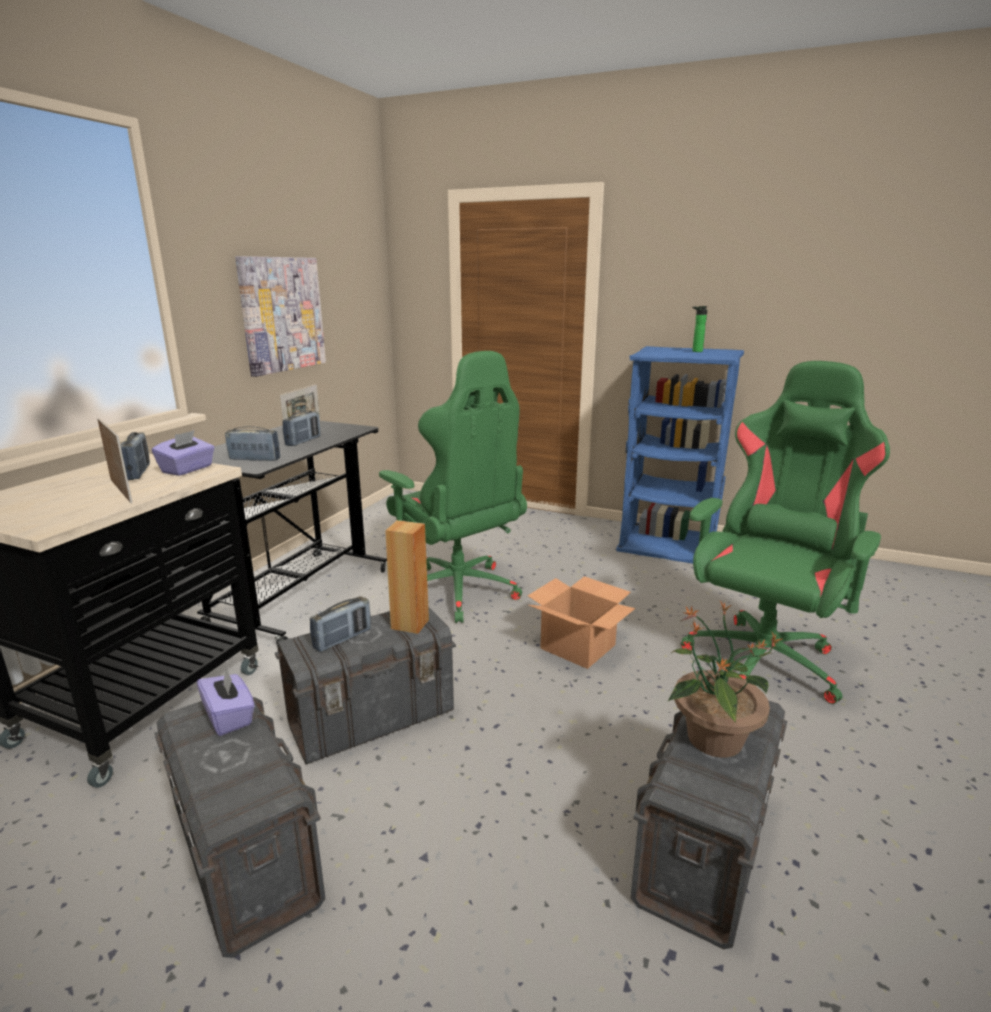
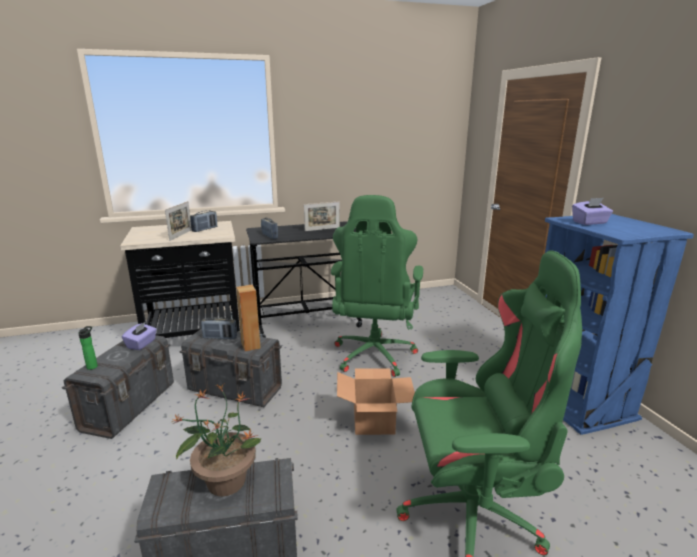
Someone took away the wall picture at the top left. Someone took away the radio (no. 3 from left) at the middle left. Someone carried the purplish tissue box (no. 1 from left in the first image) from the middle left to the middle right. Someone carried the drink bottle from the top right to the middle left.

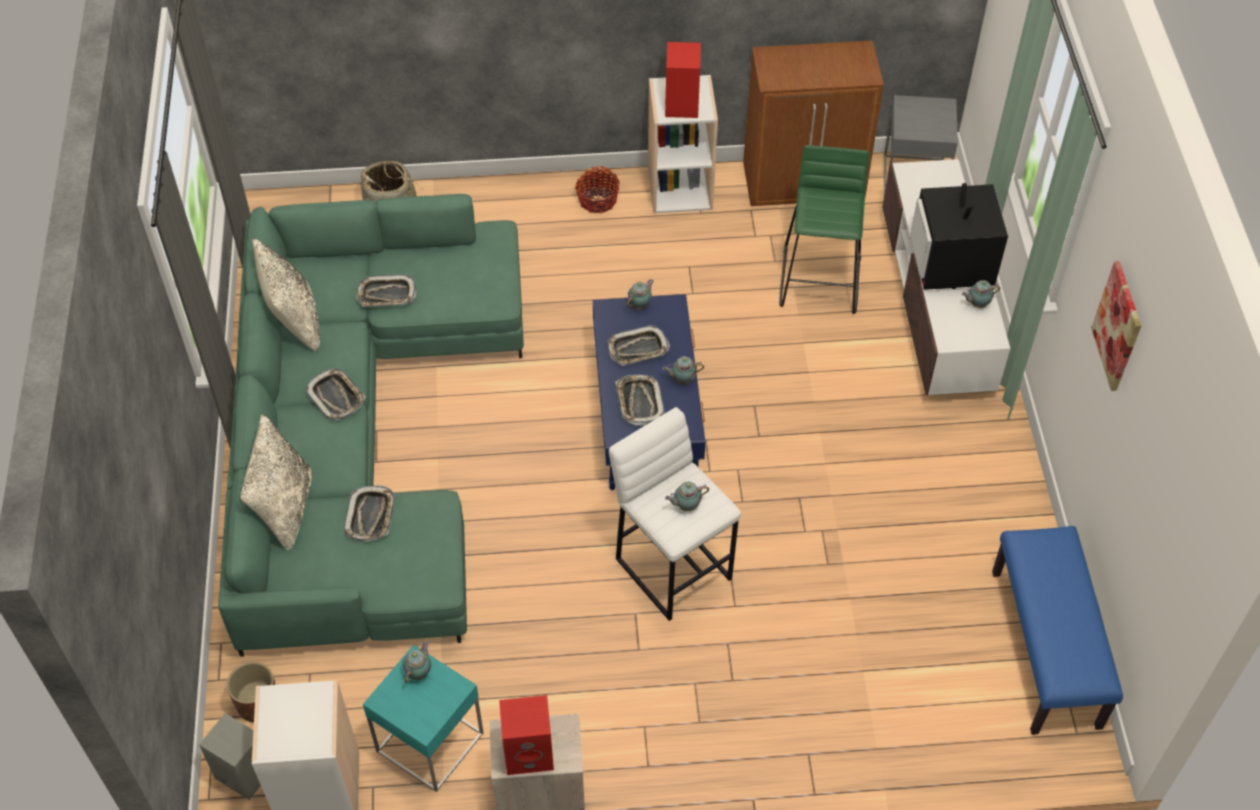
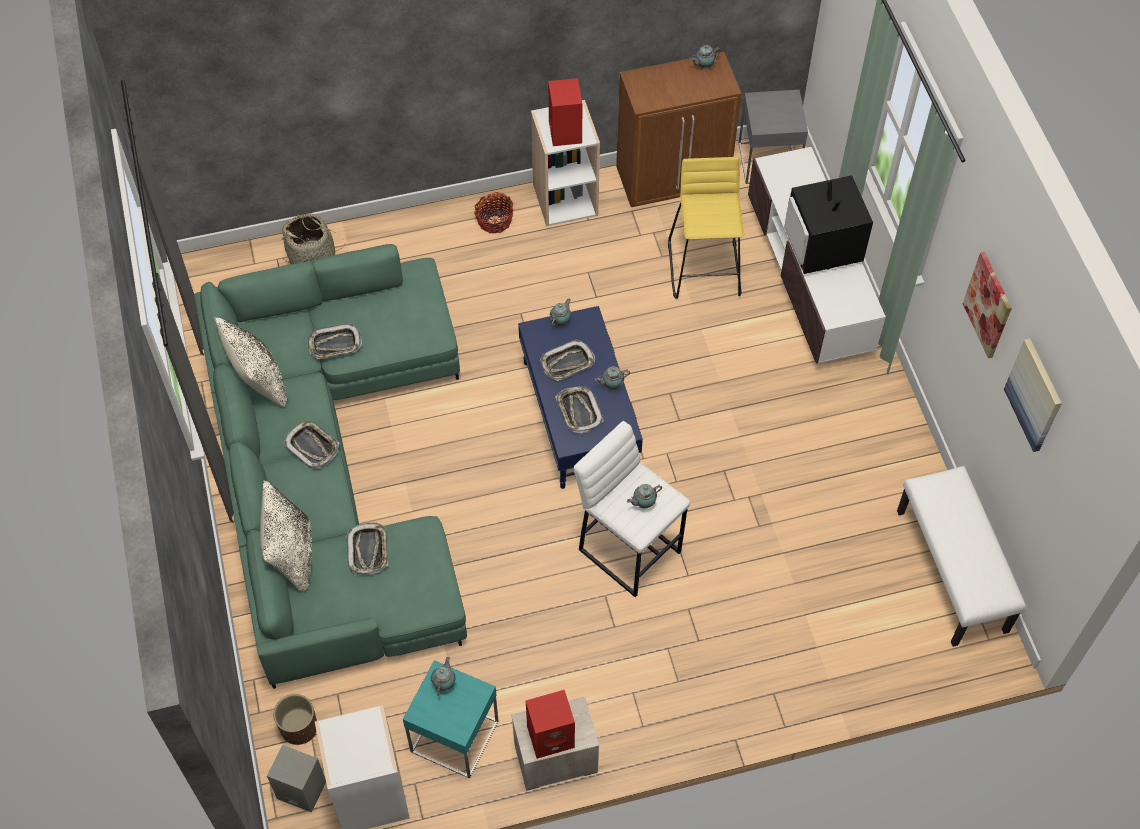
Someone put up the wall picture (no. 2 from left) at the middle right. Someone carried the pot for tea (no. 5 from left) from the middle right to the top centre. Someone repainted the green stool seat at the top centre, which became the yellow stool seat at the top centre. Someone repainted the blue bench at the bottom right, which became the whitish bench at the bottom right.

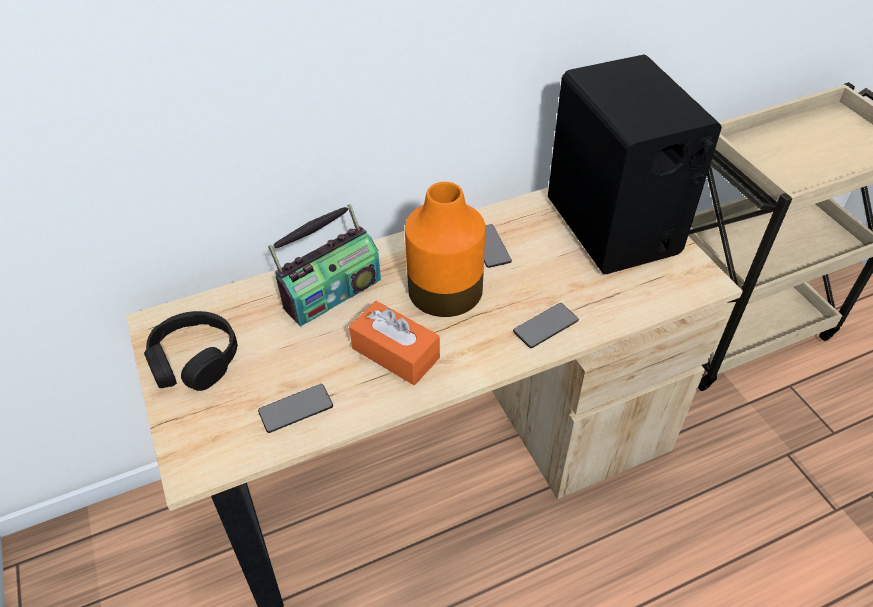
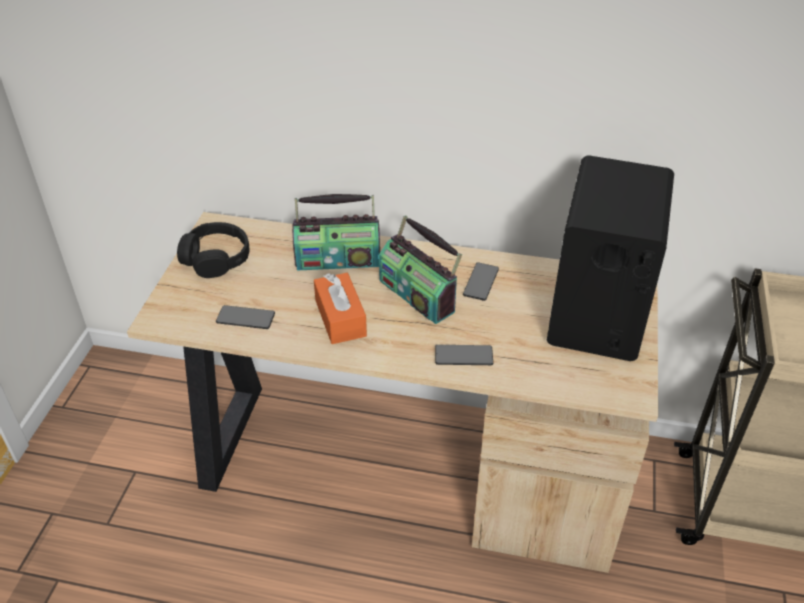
Someone swapped the orange vase at the centre for the radio (no. 2 from left) at the centre.

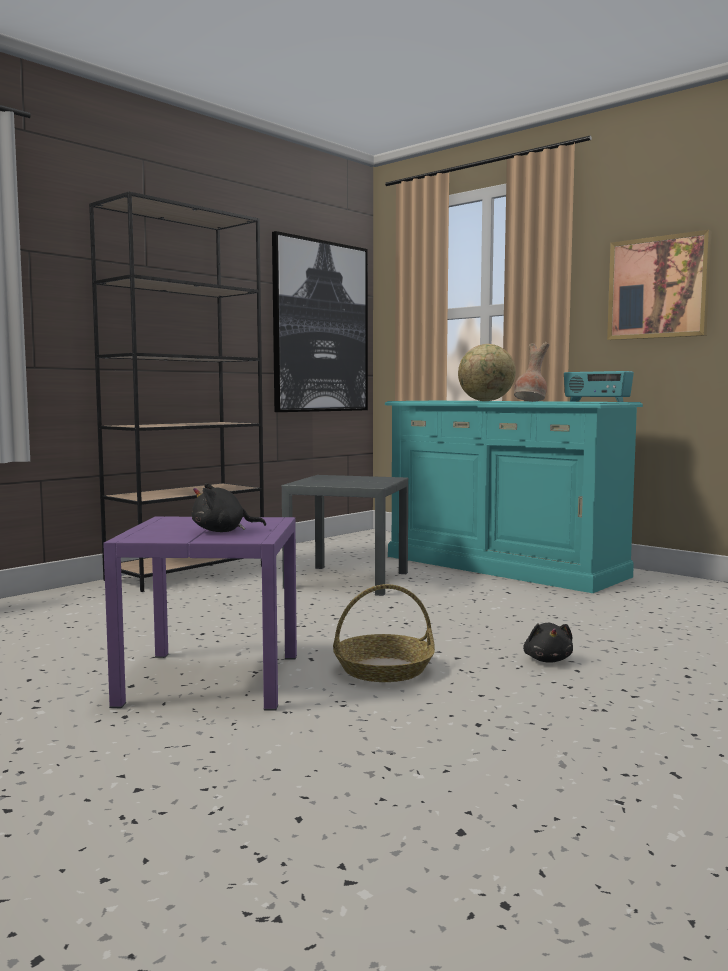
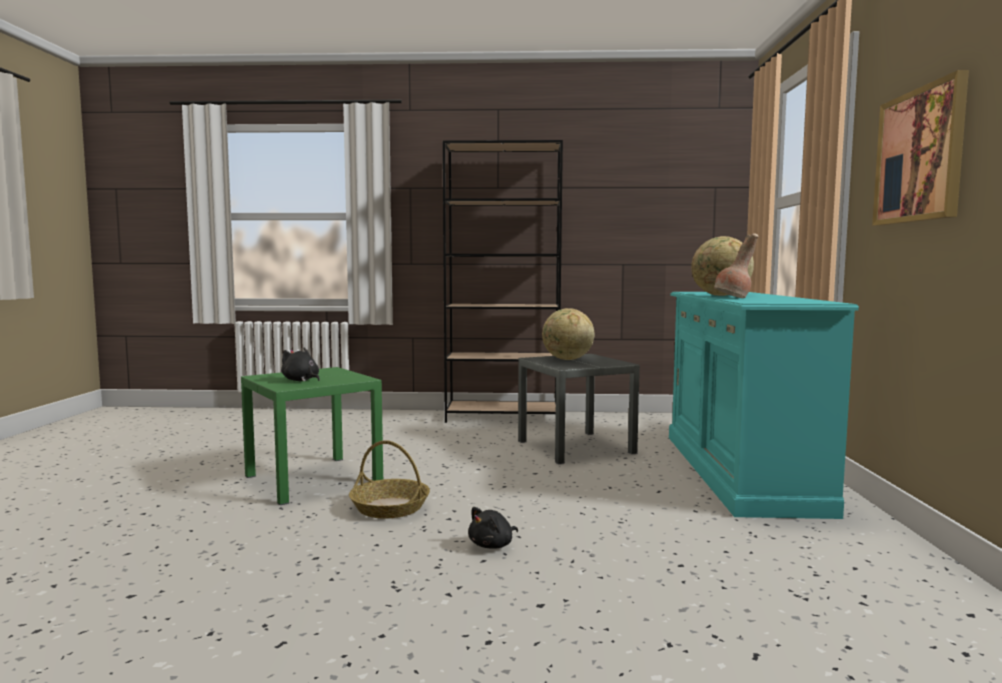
Someone took away the wall picture (no. 1 from left) at the top centre. Someone took away the radio at the middle right. Someone put down the globe (no. 1 from left) at the centre. Someone repainted the purplish end table at the middle left, which became the green end table at the middle left.

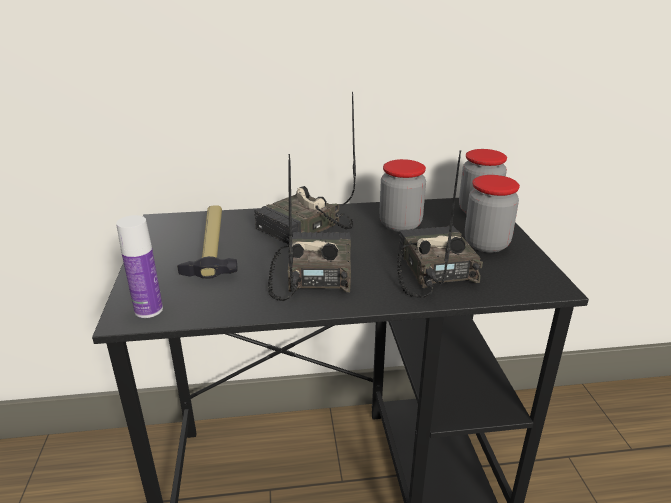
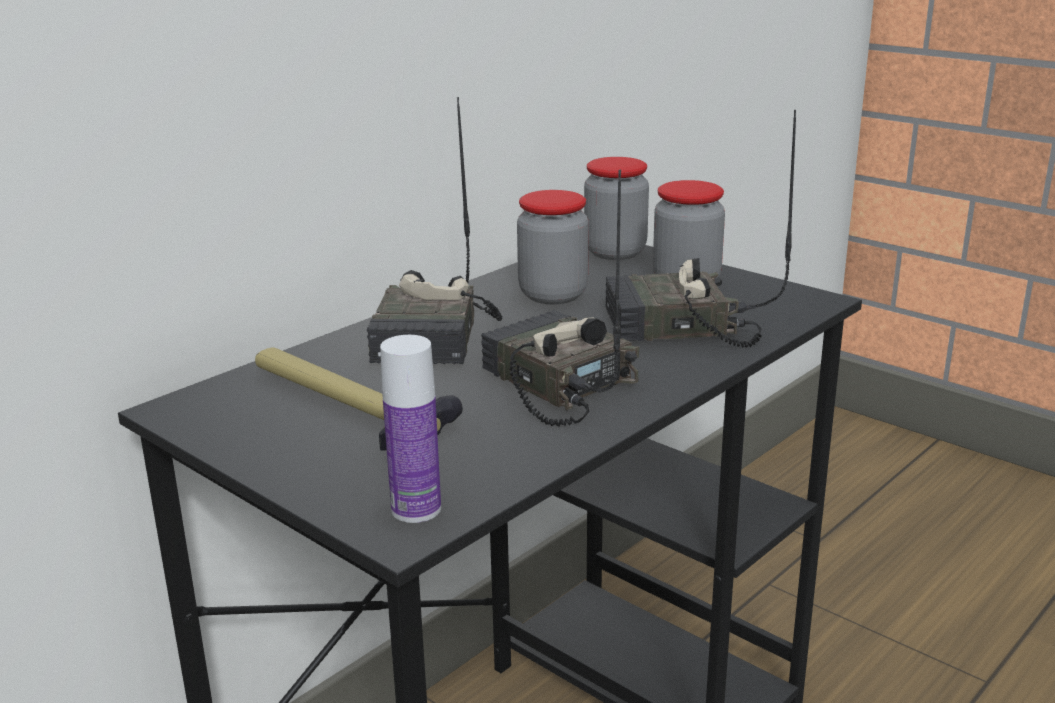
Someone rotated the radio (no. 3 from left) at the centre by 45 degrees counterclockwise.

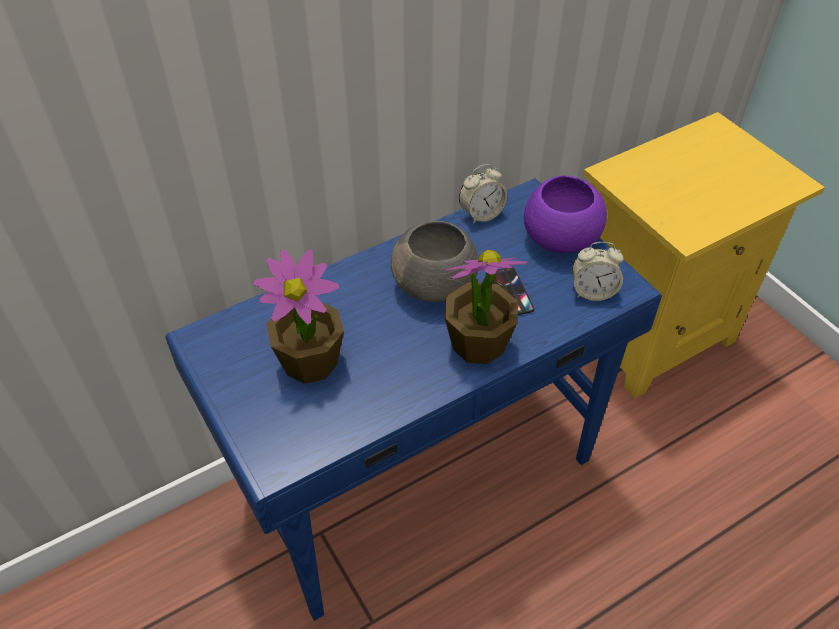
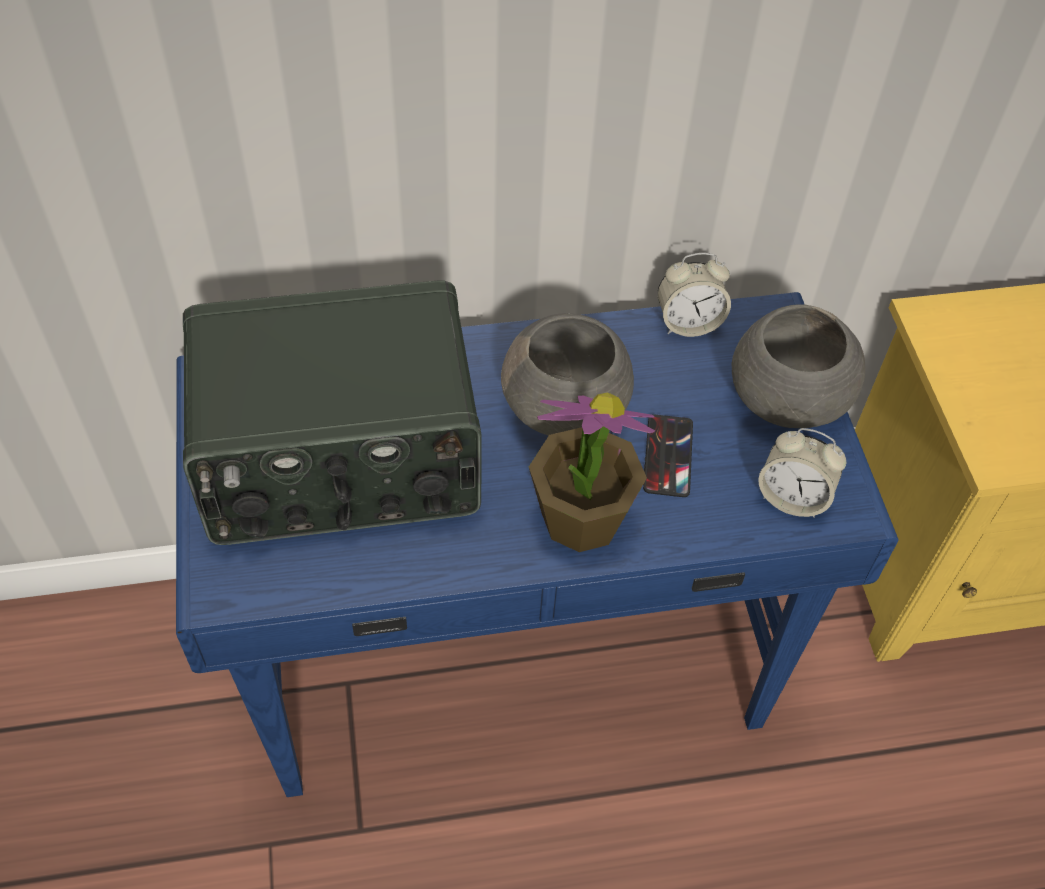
Someone swapped the houseplant (no. 1 from left) at the centre for the radio at the middle left. Someone repainted the purplish deep dish at the middle right, which became the grey deep dish (no. 2 from left) at the middle right.

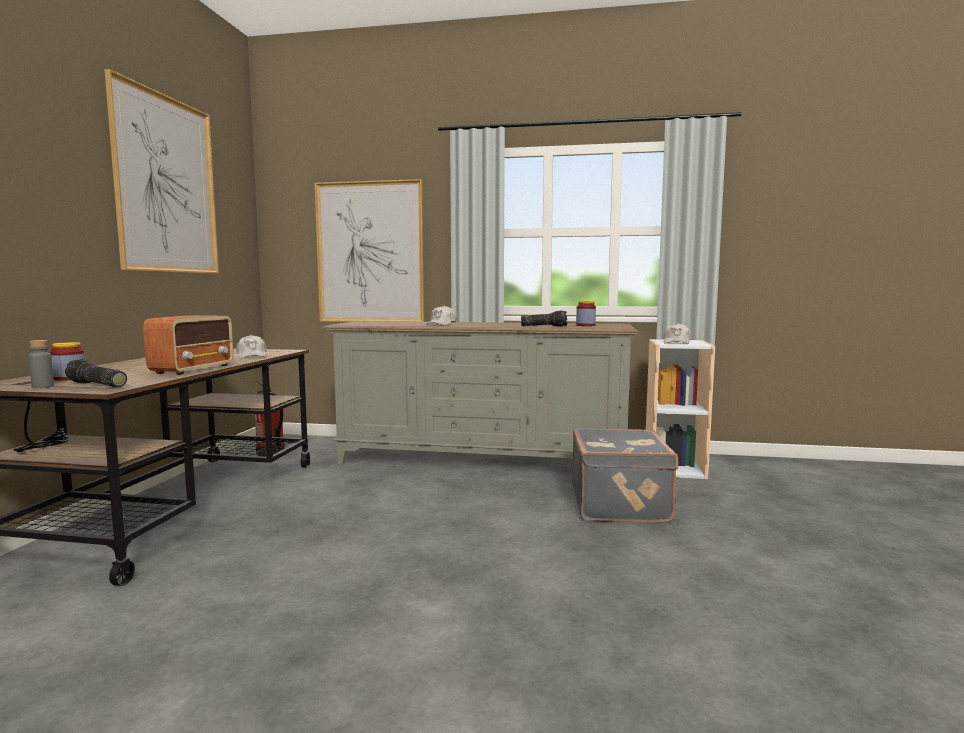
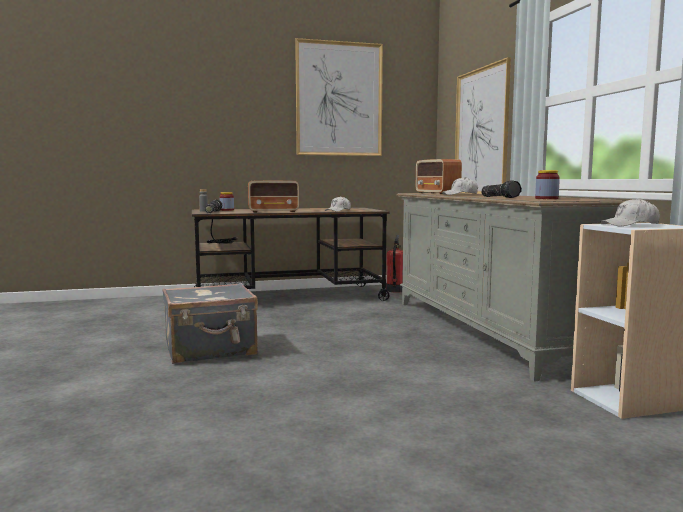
Someone put down the radio (no. 2 from left) at the centre. Someone carried the grey suitcase from the centre to the middle left.

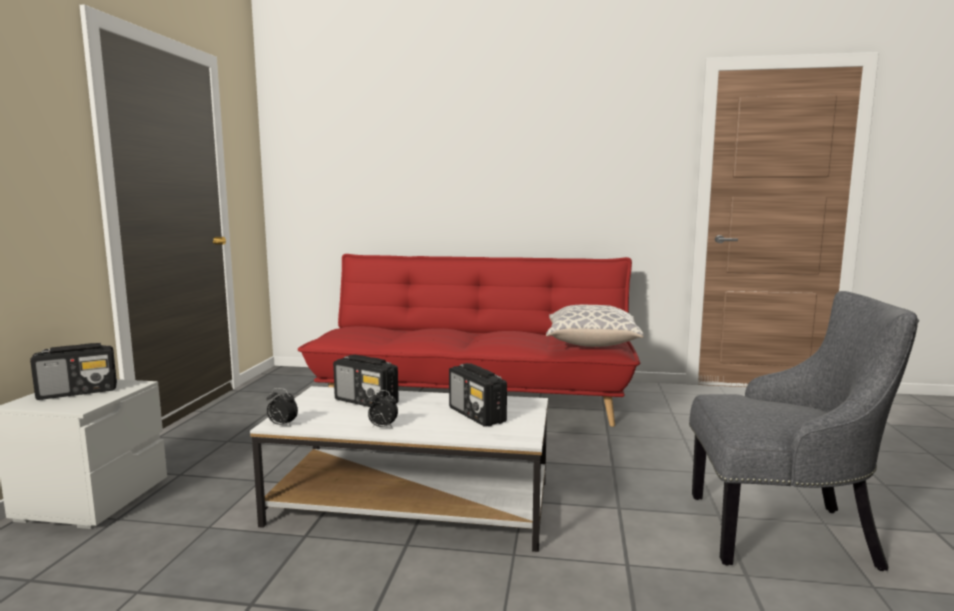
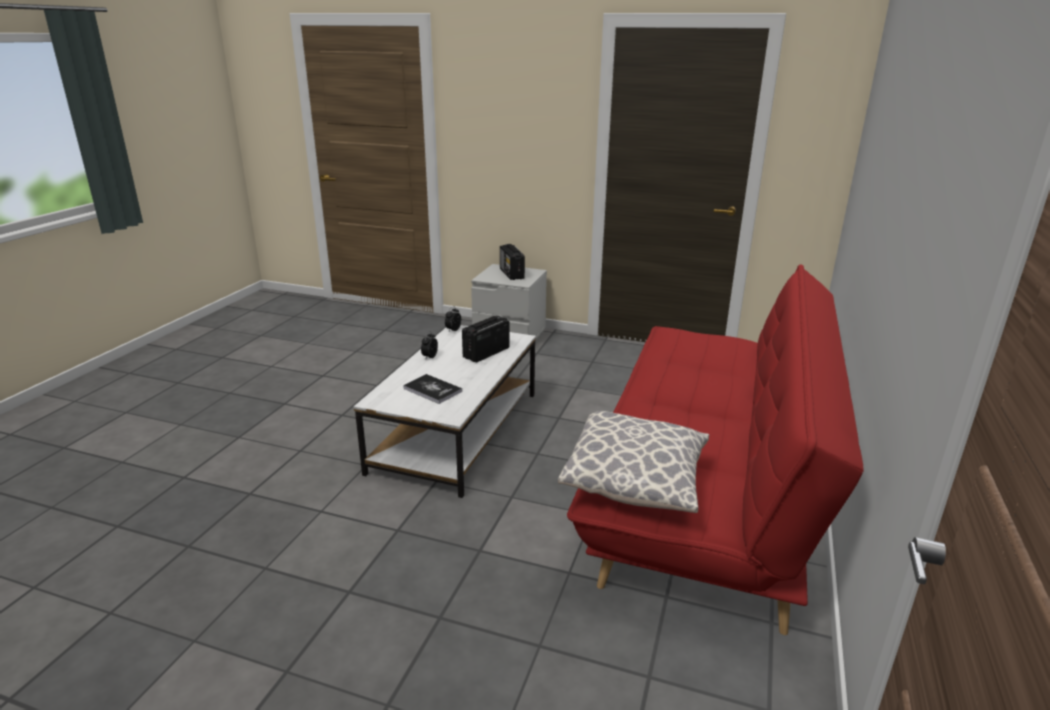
Someone took away the grey armchair at the bottom right. Someone swapped the radio (no. 3 from left) at the centre for the volume at the centre.

